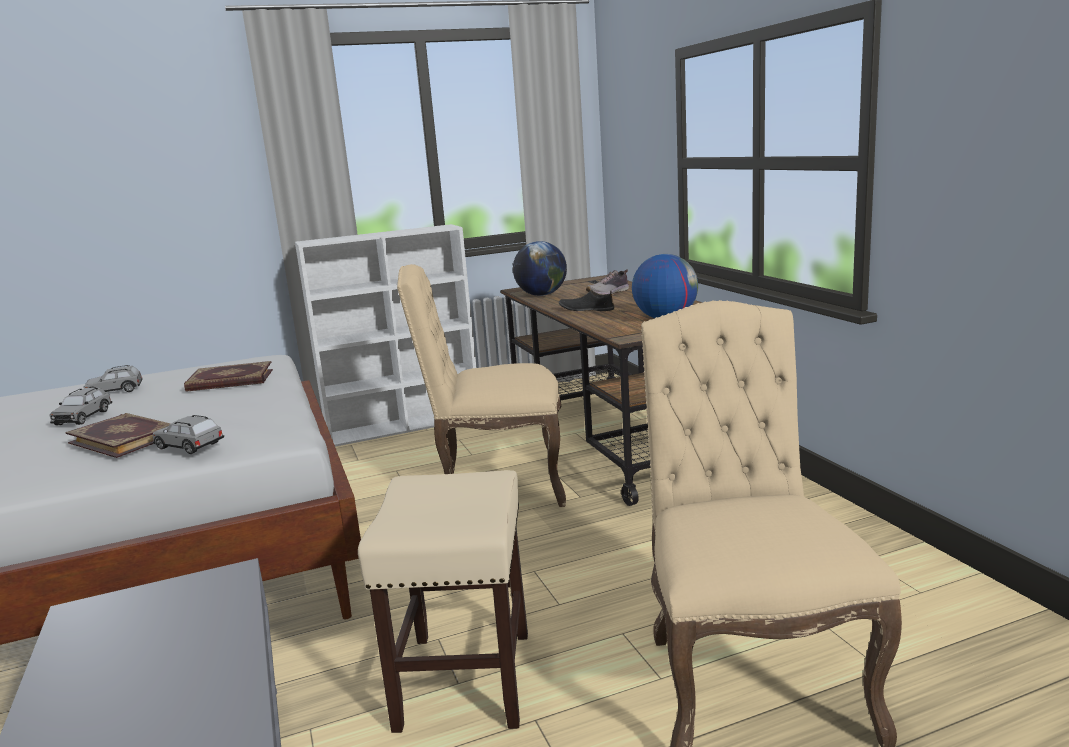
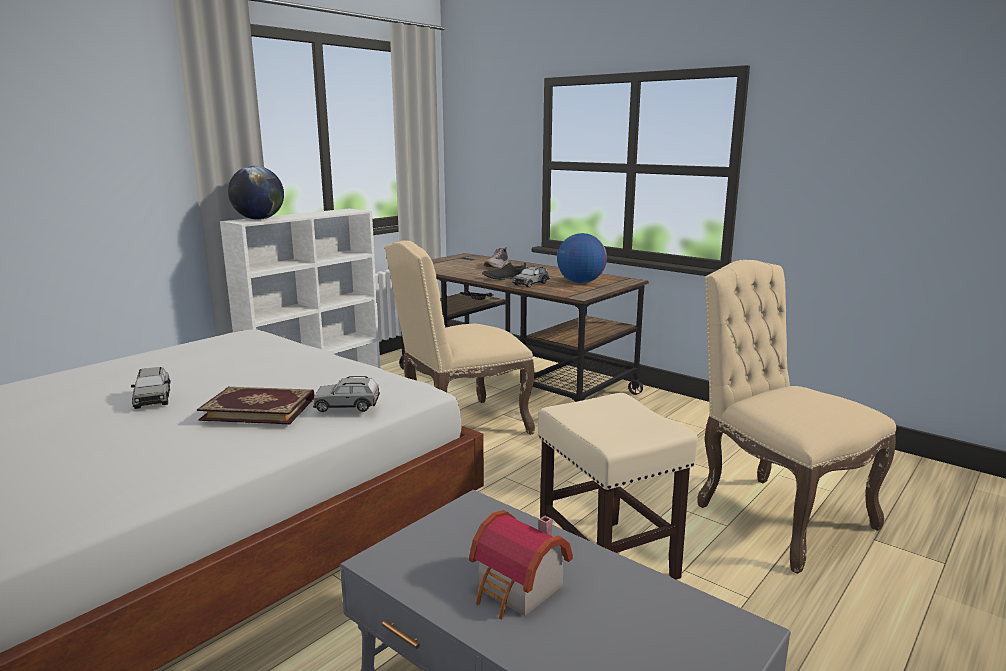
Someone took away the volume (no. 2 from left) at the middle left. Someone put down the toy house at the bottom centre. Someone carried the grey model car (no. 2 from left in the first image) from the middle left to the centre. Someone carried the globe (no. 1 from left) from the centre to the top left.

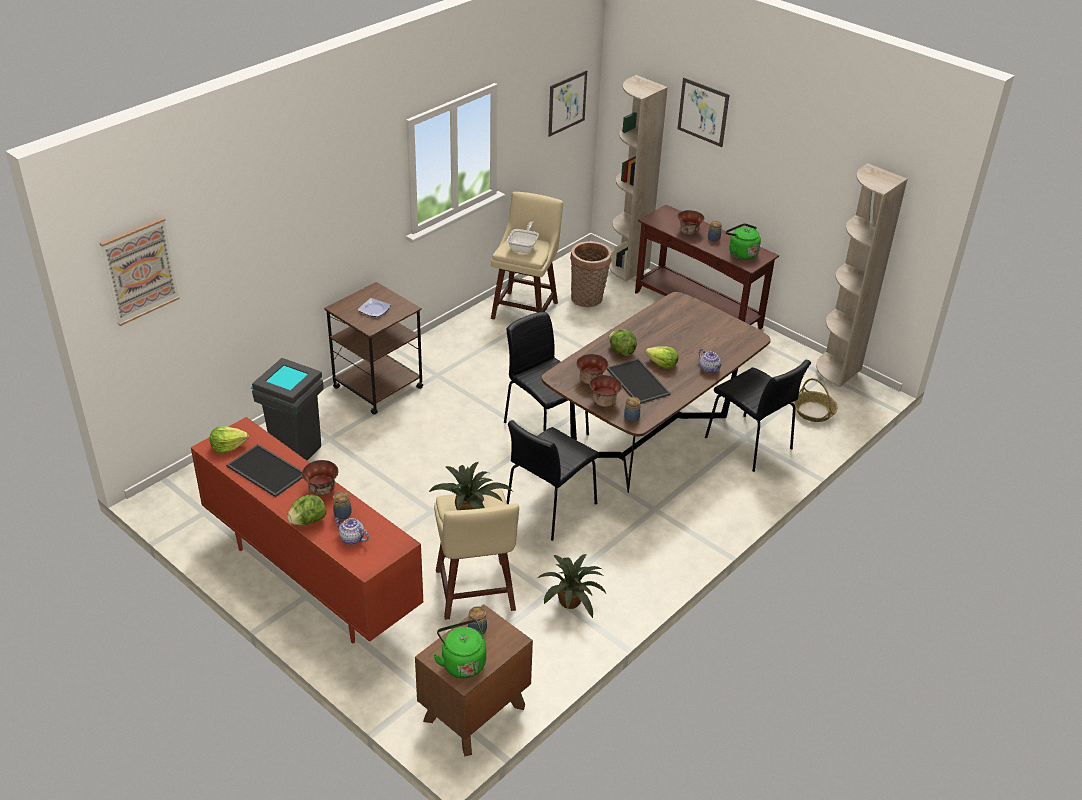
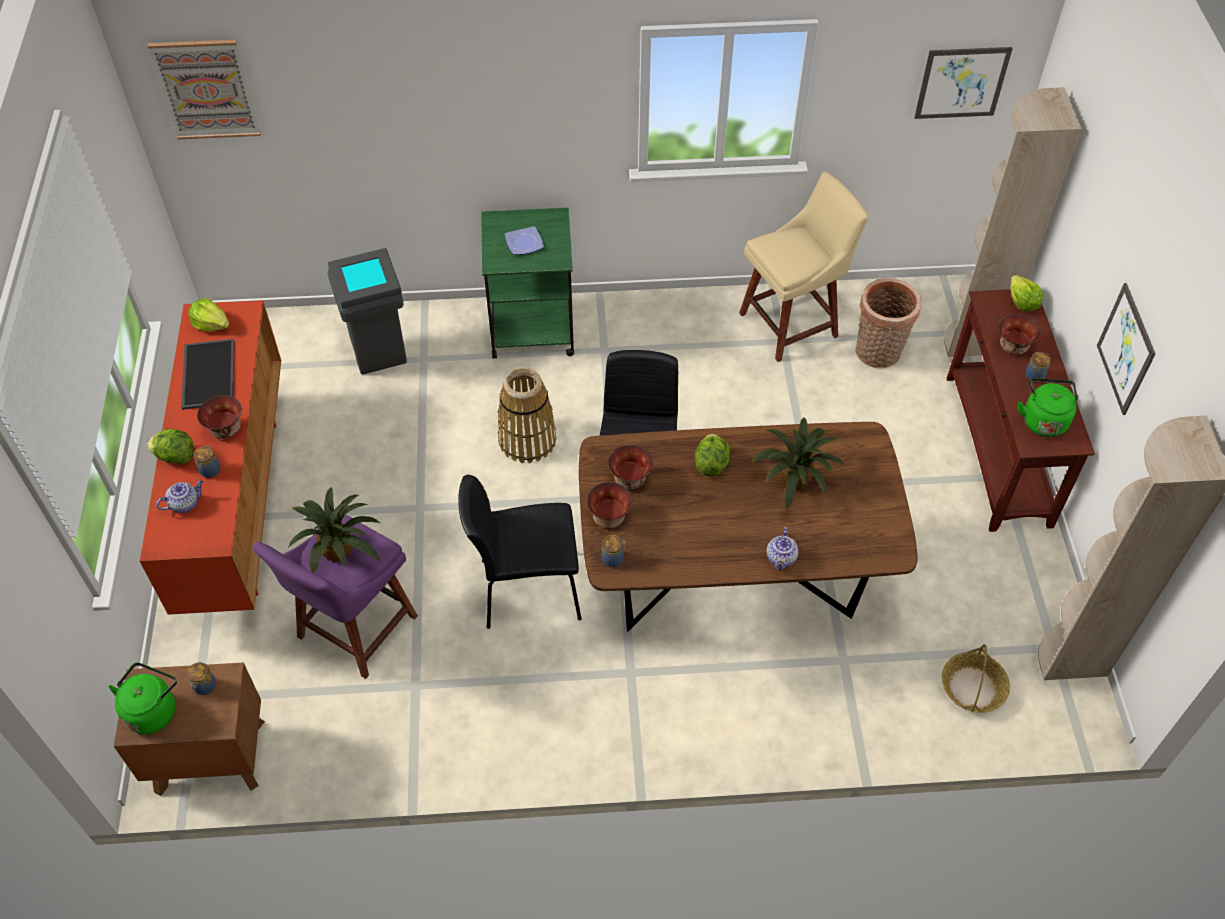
Someone took away the skillet at the top centre. Someone took away the serving tray (no. 2 from left) at the centre. Someone took away the black chair (no. 3 from left) at the middle right. Someone put down the household basket (no. 1 from left) at the centre. Someone carried the houseplant (no. 2 from left) from the bottom centre to the centre. Someone carried the lettuce head (no. 4 from left) from the centre to the top right. Someone carried the wall picture (no. 3 from left) from the top centre to the middle right. Someone repainted the brownish wheeled cart at the centre, which became the green wheeled cart at the top centre. Someone repainted the sand-coloured stool seat (no. 1 from left) at the bottom centre, which became the purplish stool seat at the middle left. Someone rotated the pot for tea (no. 1 from left) at the middle left by 75 degrees clockwise.

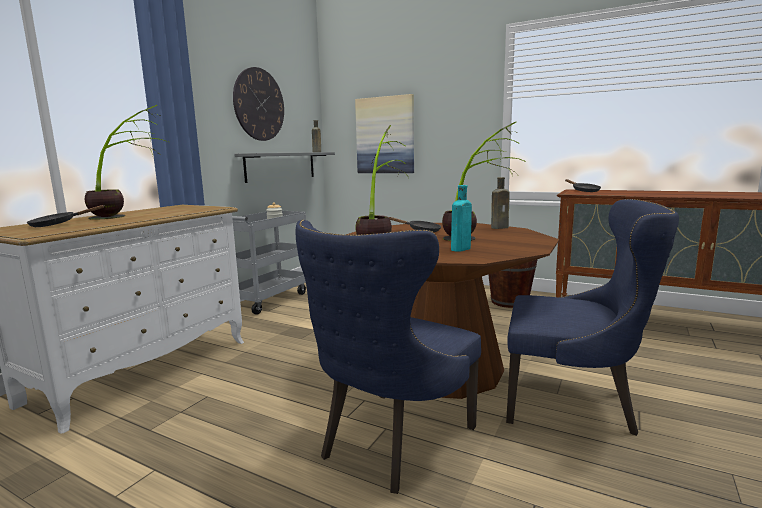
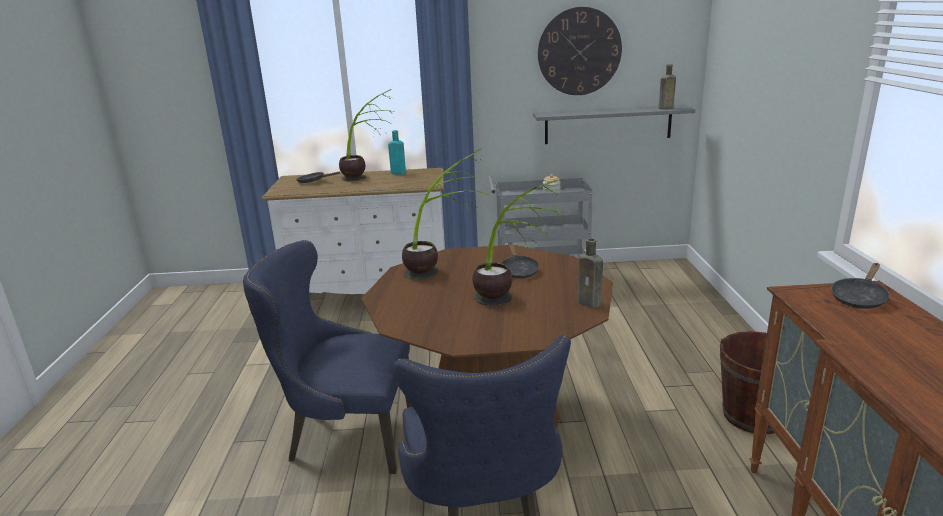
Someone took away the wall picture at the top centre. Someone carried the blue-green drink bottle from the centre to the top centre.

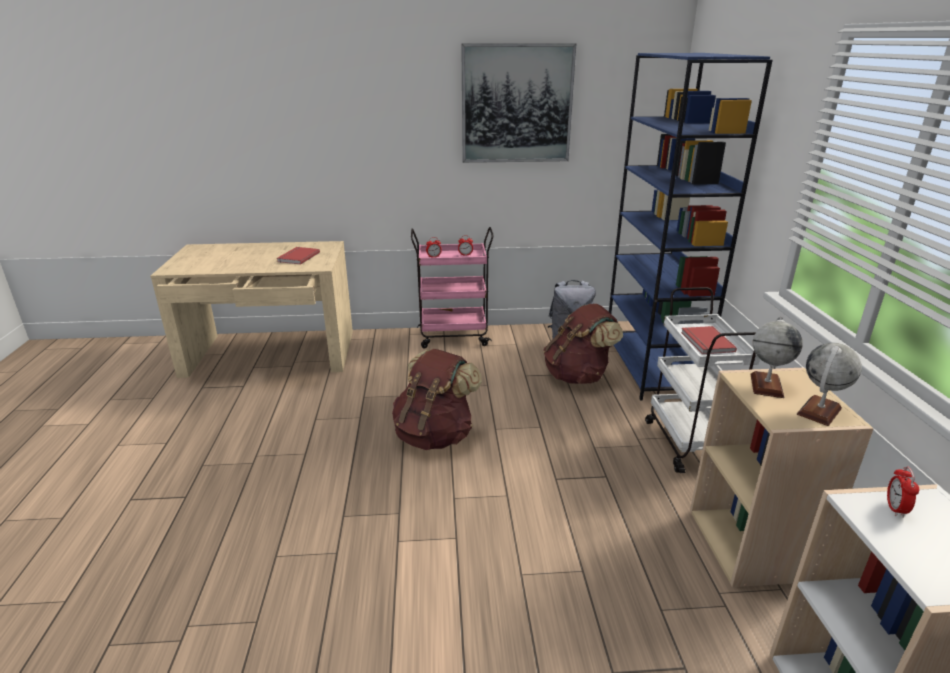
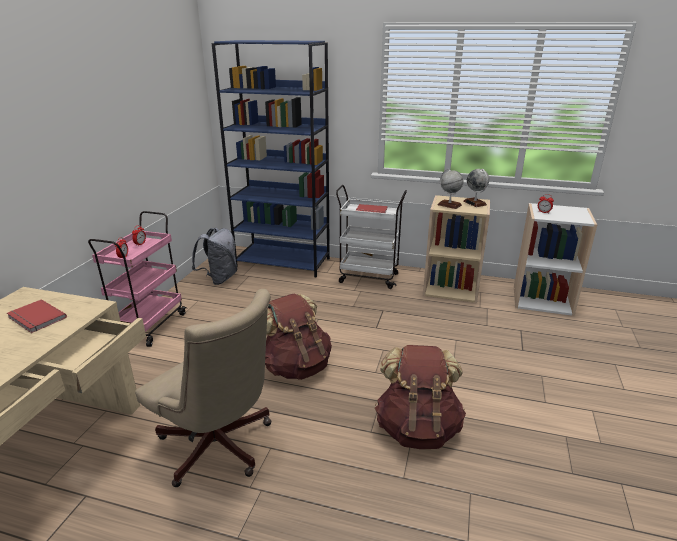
Someone took away the wall picture at the top centre. Someone put down the sand-coloured computer chair at the bottom left. Someone carried the brownish knapsack (no. 2 from left) from the centre to the bottom centre.

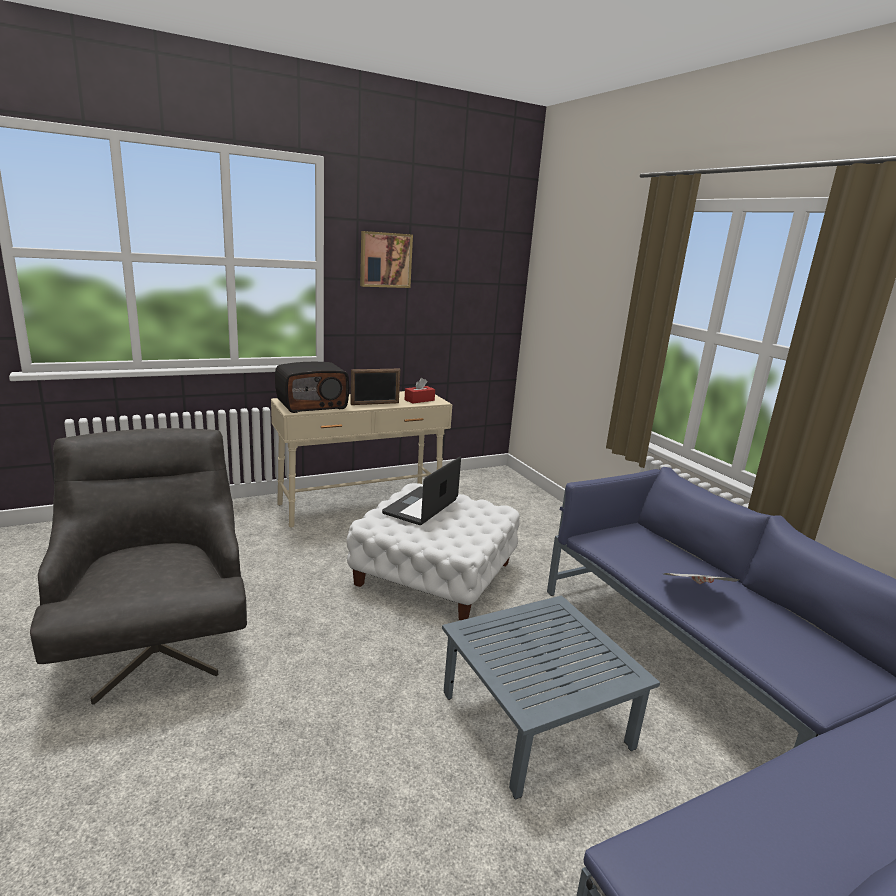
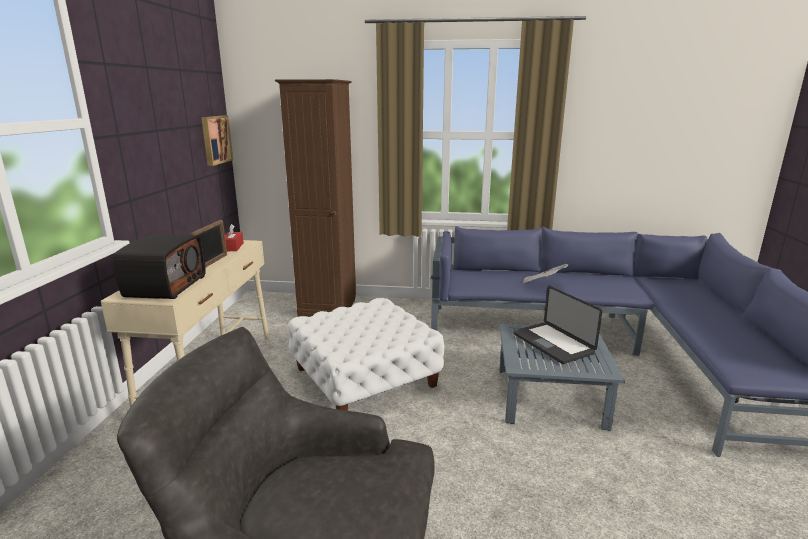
Someone put down the brownish storage cabinet at the centre. Someone carried the wall picture from the top centre to the top left. Someone carried the laptop from the centre to the middle right.

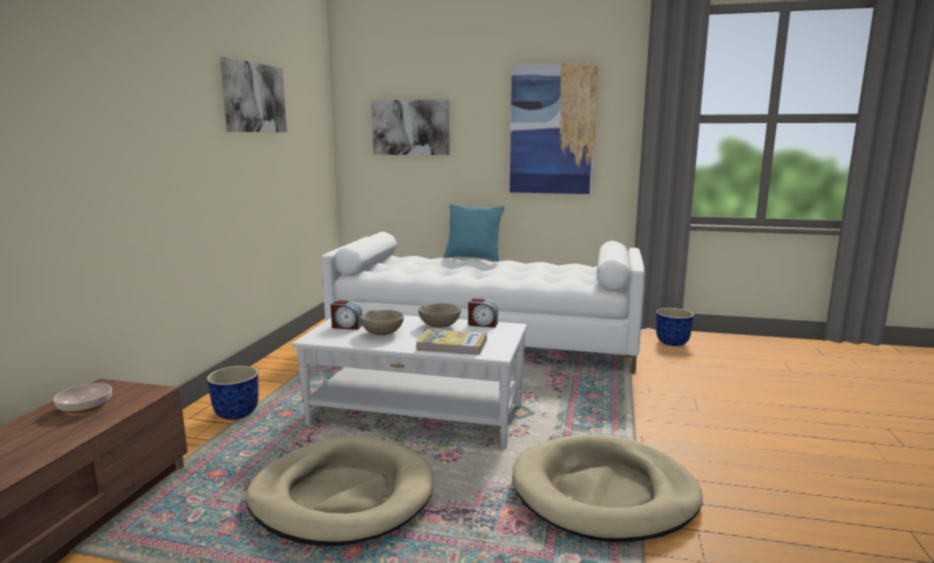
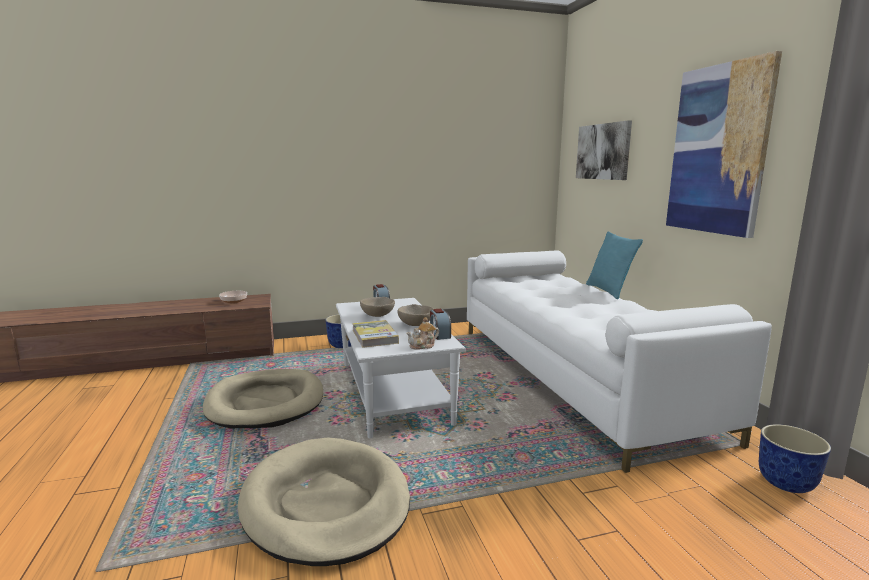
Someone took away the wall picture (no. 1 from left) at the top left. Someone put down the pot for tea at the centre.

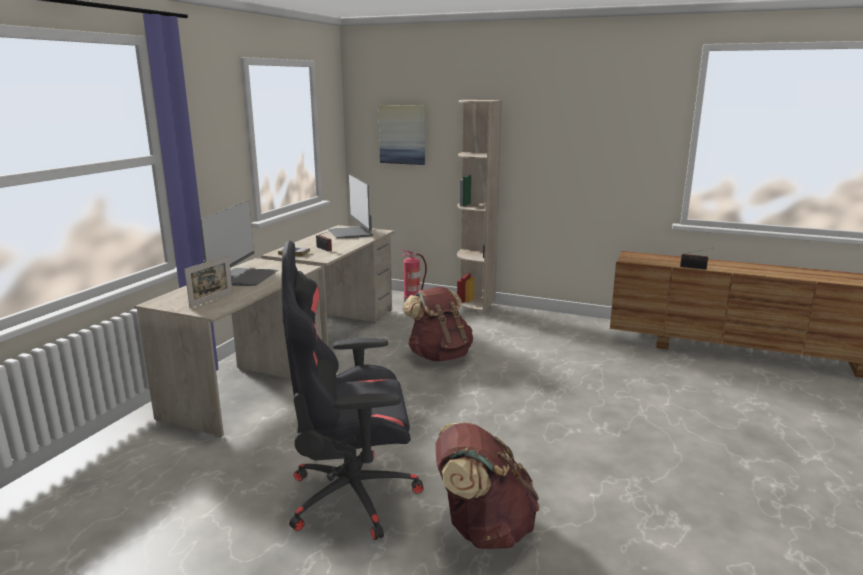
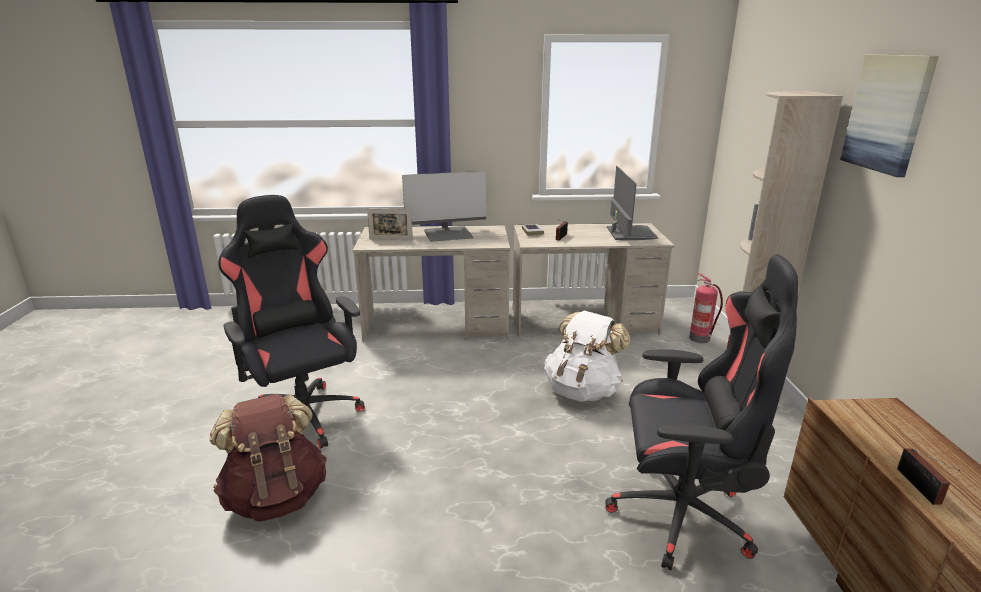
Someone put down the black computer chair (no. 2 from left) at the bottom right. Someone carried the wall picture from the top centre to the top right. Someone repainted the brownish knapsack (no. 1 from left) at the centre, which became the whitish knapsack at the centre. Someone rotated the computer display (no. 2 from left) at the centre by 135 degrees clockwise.

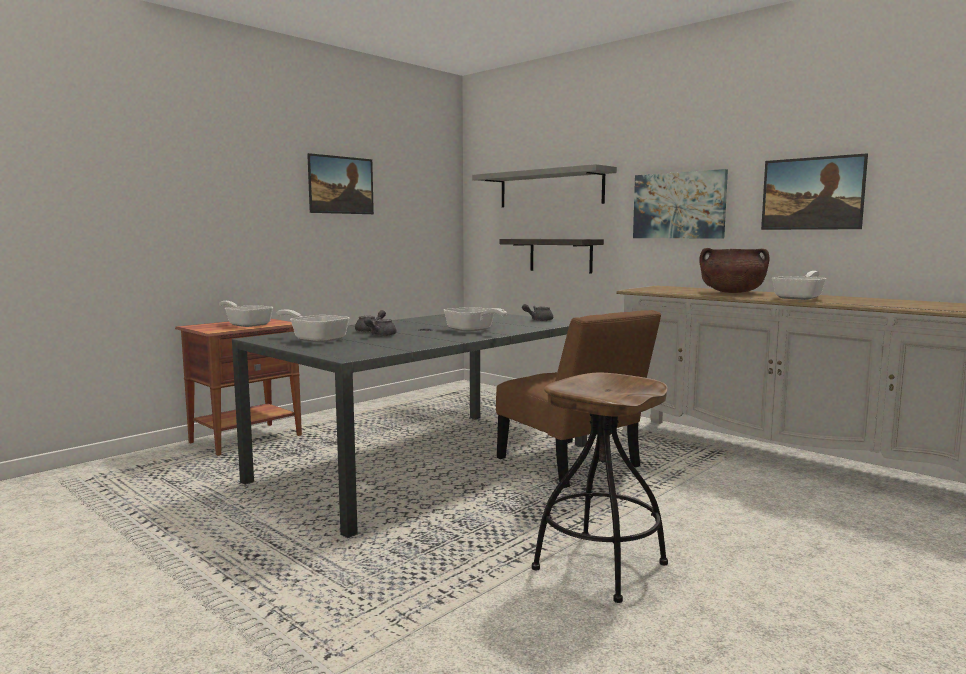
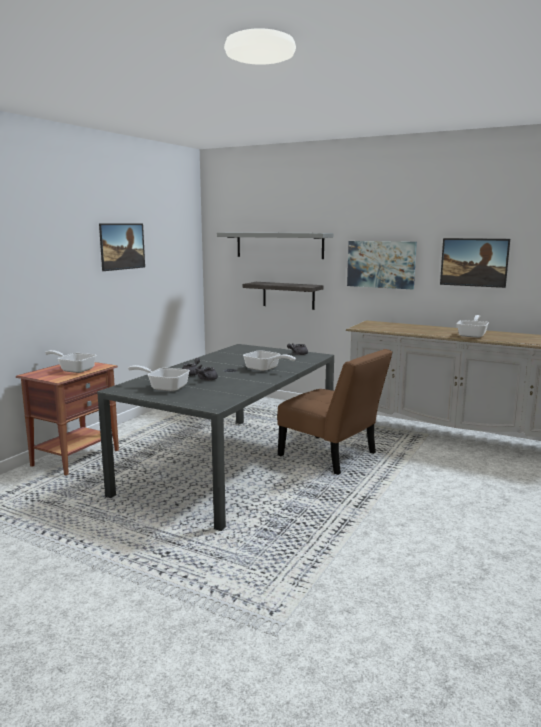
Someone took away the brownish stool seat at the bottom centre. Someone took away the brownish cooking pot at the middle right.

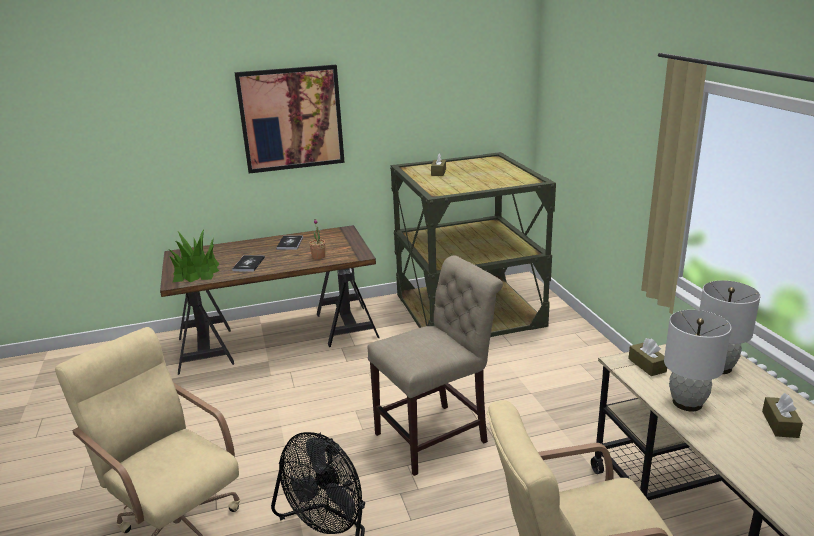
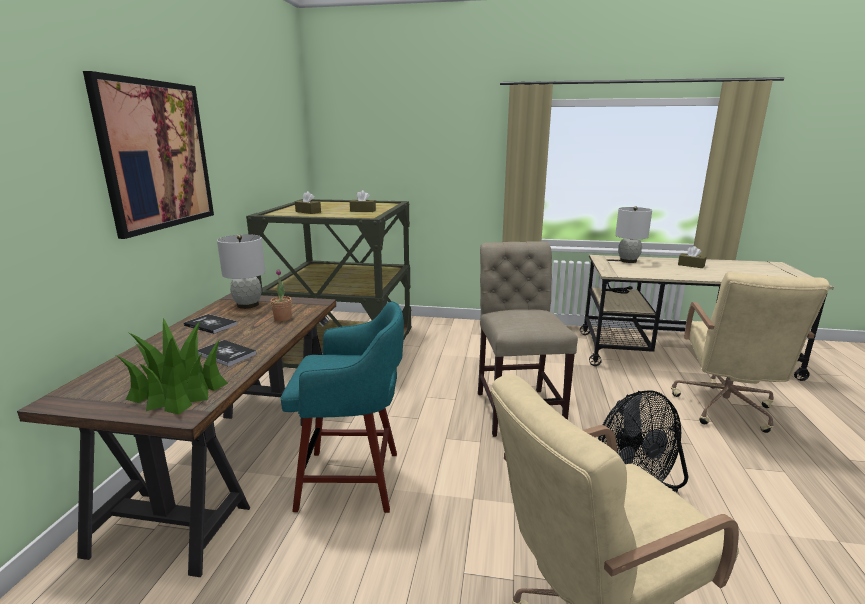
Someone put down the blue-green stool seat at the bottom centre. Someone carried the brownish tissue box (no. 2 from left) from the middle right to the top centre. Someone carried the whitish tabletop lamp (no. 1 from left) from the bottom right to the middle left.

